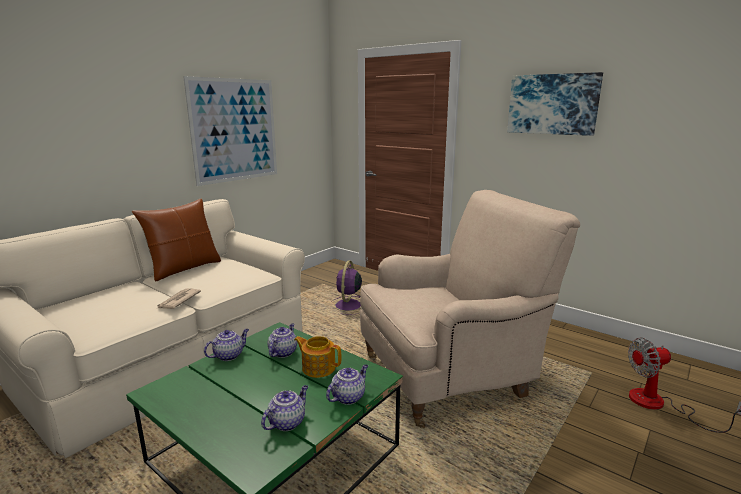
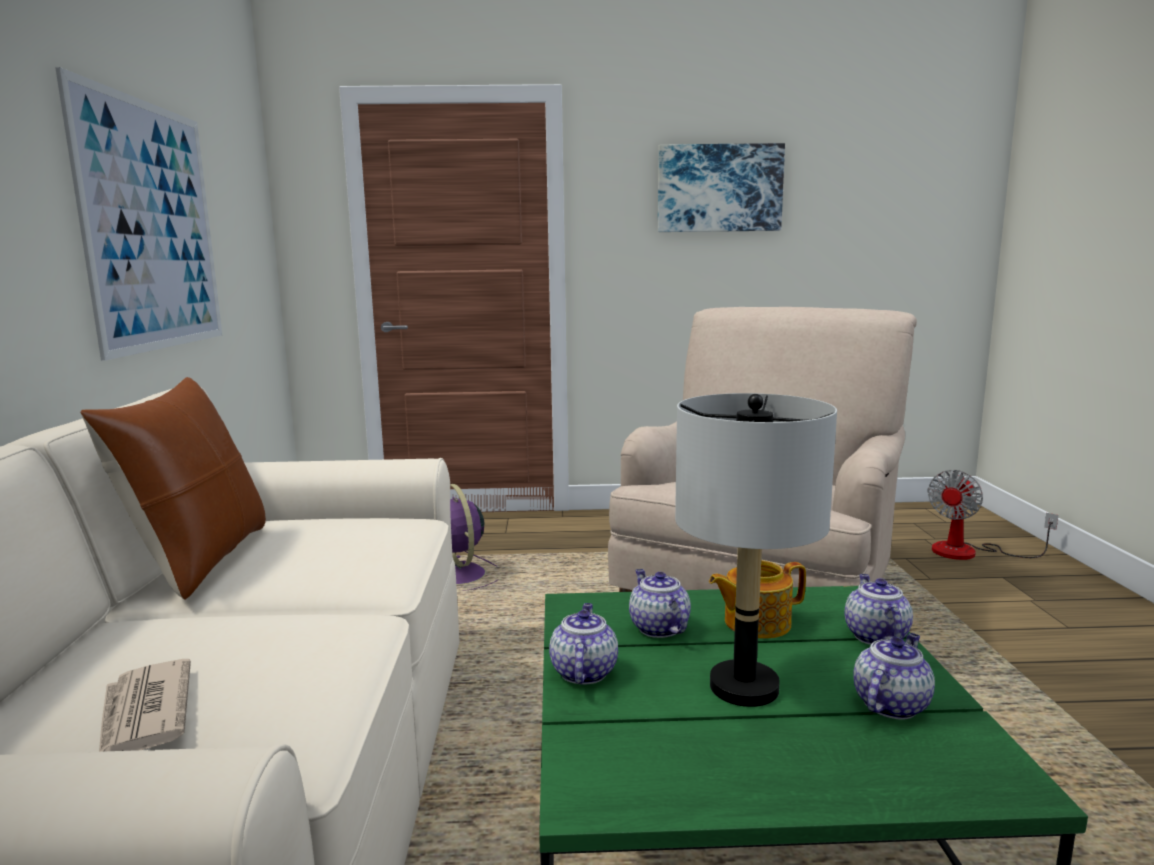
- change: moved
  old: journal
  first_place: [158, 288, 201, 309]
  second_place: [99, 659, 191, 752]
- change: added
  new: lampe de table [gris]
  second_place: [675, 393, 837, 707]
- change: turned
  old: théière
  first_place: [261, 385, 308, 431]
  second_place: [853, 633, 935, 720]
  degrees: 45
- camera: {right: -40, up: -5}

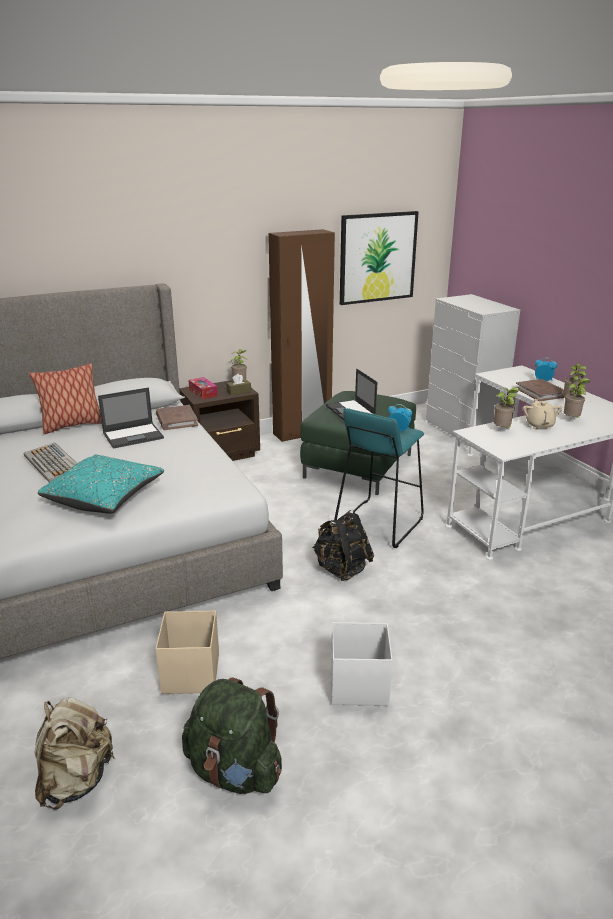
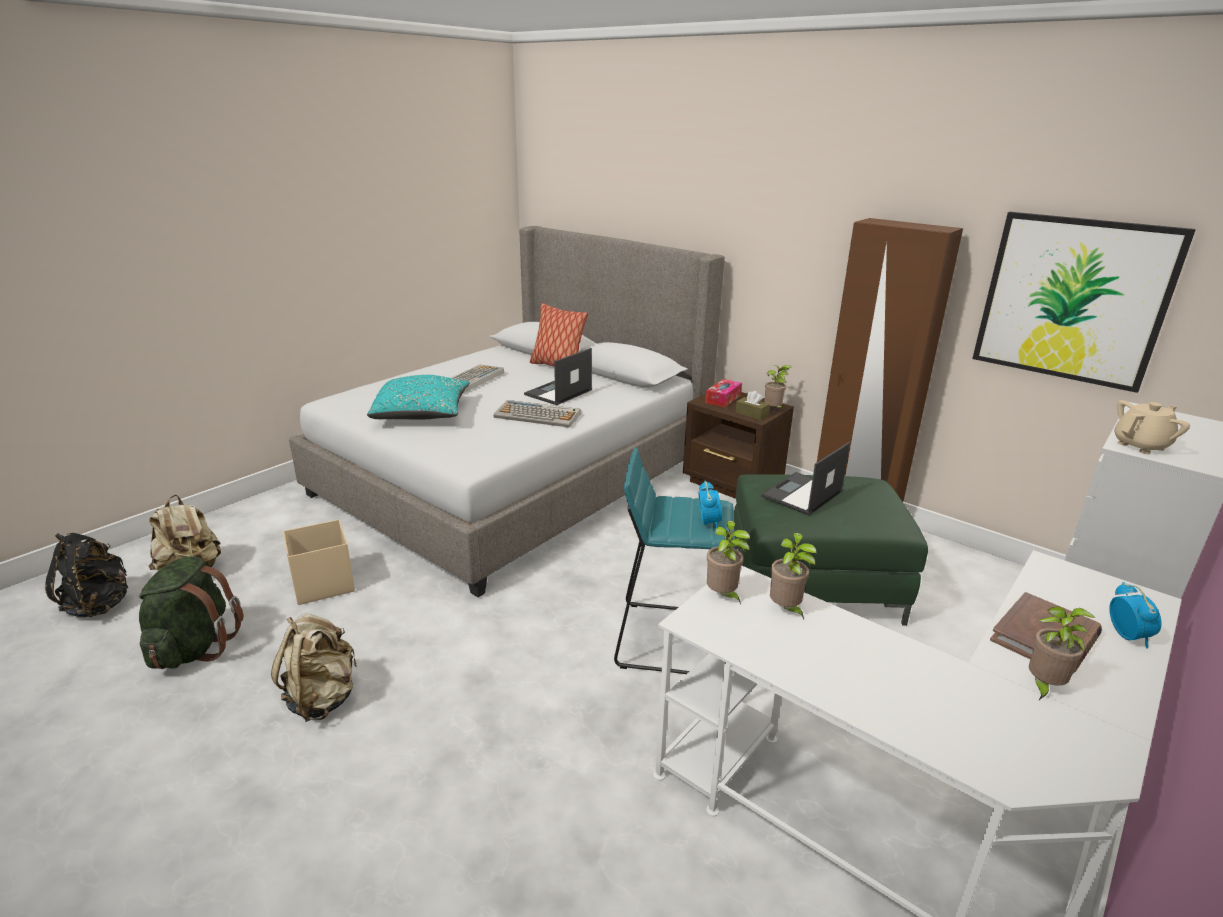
- change: moved
  old: sac à dos [noir]
  first_place: [312, 510, 374, 581]
  second_place: [45, 533, 128, 617]
- change: replaced
  old: boîte de rangement [blanc]
  new: sac à dos [beige]
  first_place: [331, 622, 392, 706]
  second_place: [271, 614, 357, 722]
- change: added
  new: clavier
  second_place: [493, 400, 581, 428]
- change: turned
  old: ordinateur portable
  first_place: [98, 387, 164, 449]
  second_place: [524, 348, 592, 405]
  degrees: 90
- change: moved
  old: plante en pot
  first_place: [564, 378, 590, 418]
  second_place: [707, 521, 750, 605]
- change: moved
  old: théière [beige]
  first_place: [523, 399, 562, 430]
  second_place: [1114, 400, 1190, 455]
- change: removed
  old: livre [marron]
  first_place: [156, 405, 198, 430]
- camera: {right: 65, up: 0}

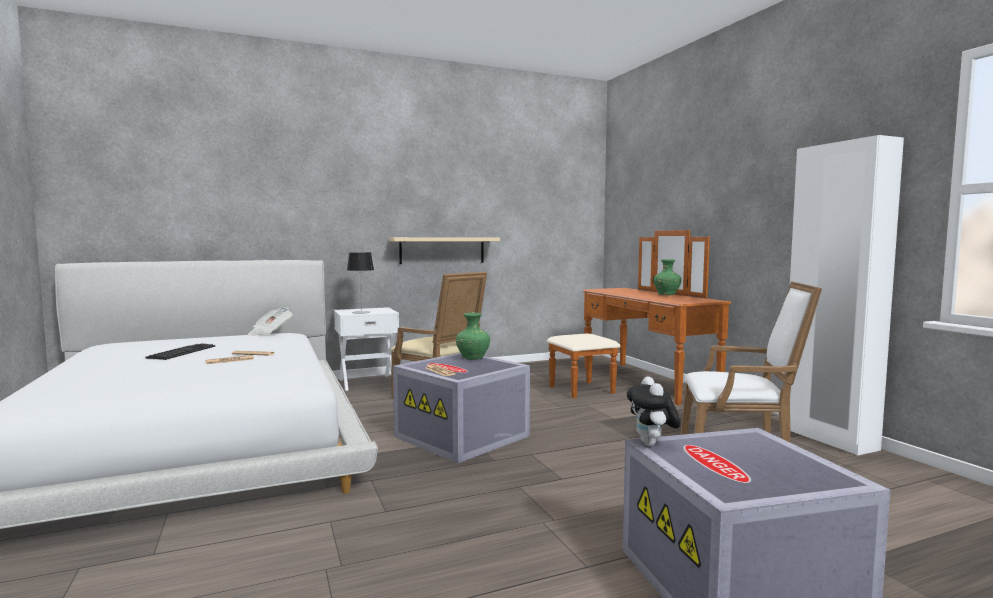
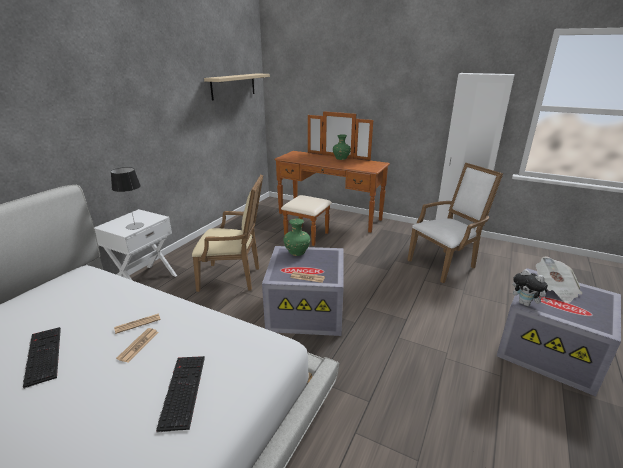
- change: added
  new: clavier
  second_place: [156, 356, 205, 433]
- change: moved
  old: étagère [beige]
  first_place: [389, 237, 500, 264]
  second_place: [204, 73, 270, 101]
- change: moved
  old: journal
  first_place: [248, 307, 293, 336]
  second_place: [536, 257, 582, 303]
- camera: {right: -40, up: 20}

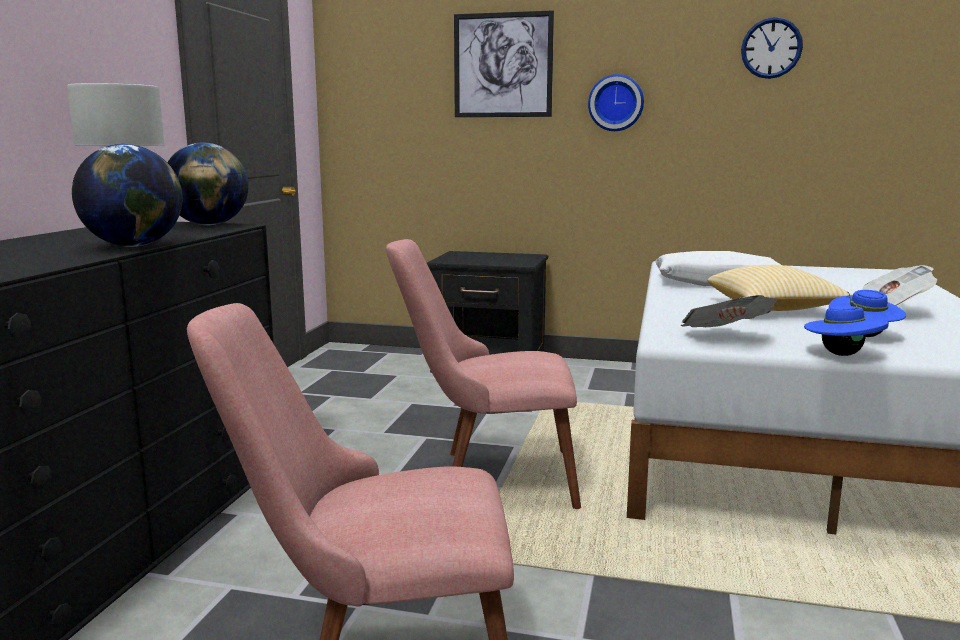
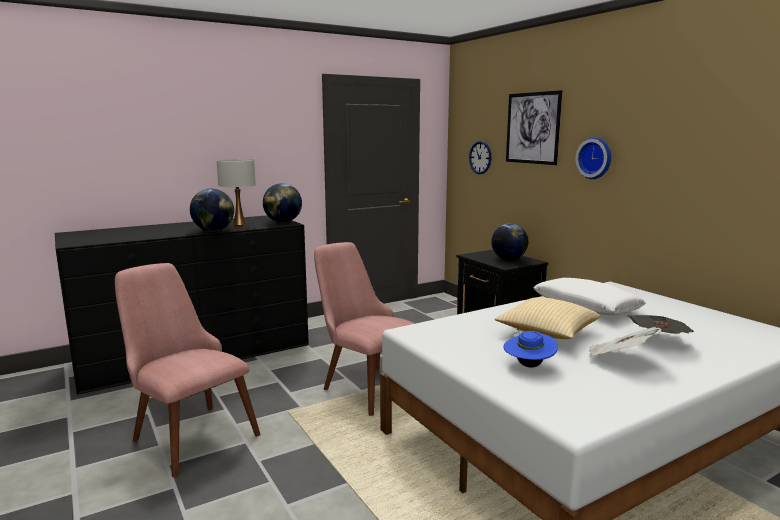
- change: moved
  old: horloge murale
  first_place: [741, 17, 803, 79]
  second_place: [469, 141, 491, 174]
- change: added
  new: globe
  second_place: [491, 223, 528, 260]
- change: moved
  old: journal
  first_place: [680, 295, 777, 327]
  second_place: [627, 315, 694, 334]
- change: removed
  old: chapeau [bleu]
  first_place: [804, 302, 889, 356]
- camera: {right: 45, up: 0}

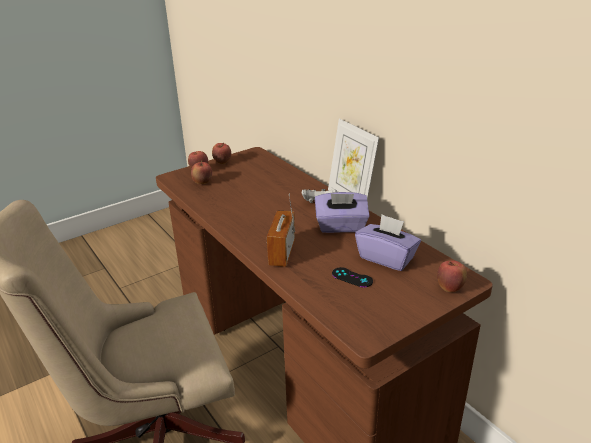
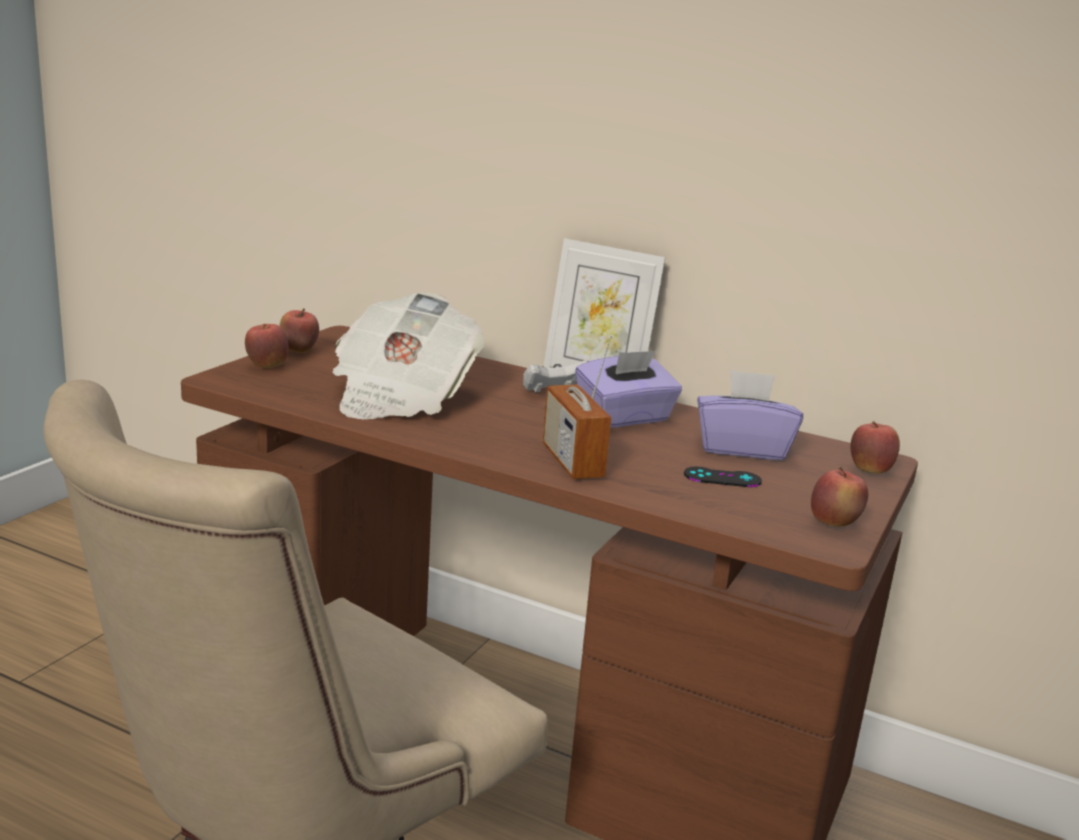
- change: added
  new: journal
  second_place: [332, 292, 485, 419]
- change: moved
  old: pomme
  first_place: [191, 161, 212, 184]
  second_place: [811, 466, 868, 527]
- camera: {right: -30, up: -10}

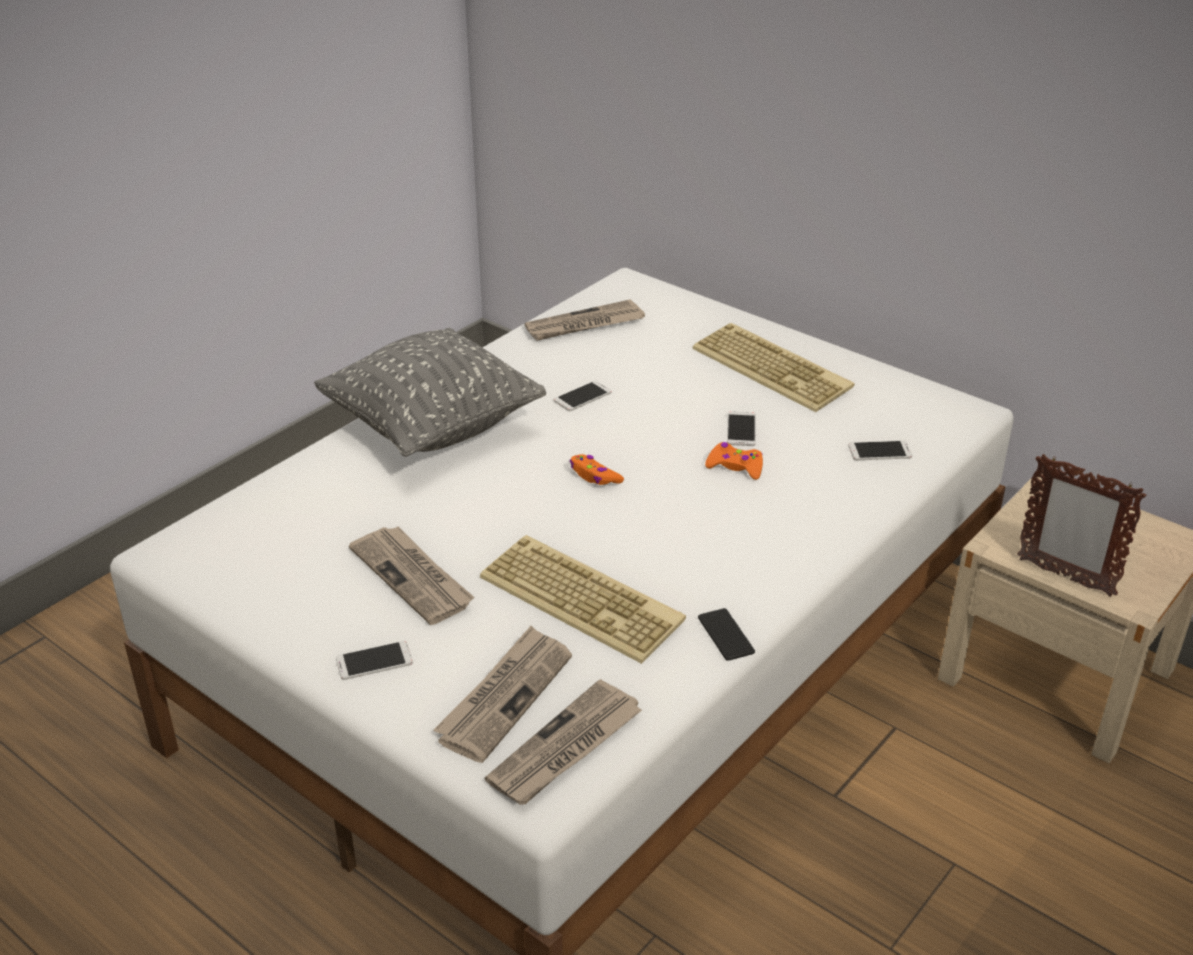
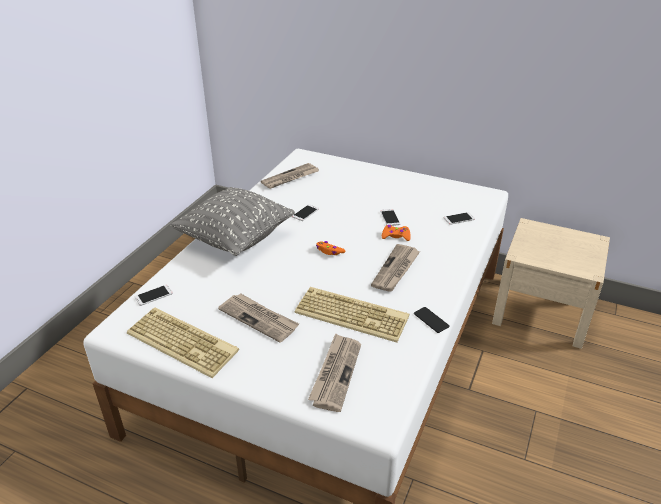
- change: moved
  old: clavier
  first_place: [692, 323, 854, 412]
  second_place: [127, 308, 239, 378]
- change: moved
  old: téléphone
  first_place: [336, 641, 413, 680]
  second_place: [135, 285, 173, 306]
- change: moved
  old: journal
  first_place: [485, 679, 642, 805]
  second_place: [371, 244, 420, 292]
- change: removed
  old: cadre photo
  first_place: [1017, 454, 1146, 597]
- camera: {right: -15, up: 0}

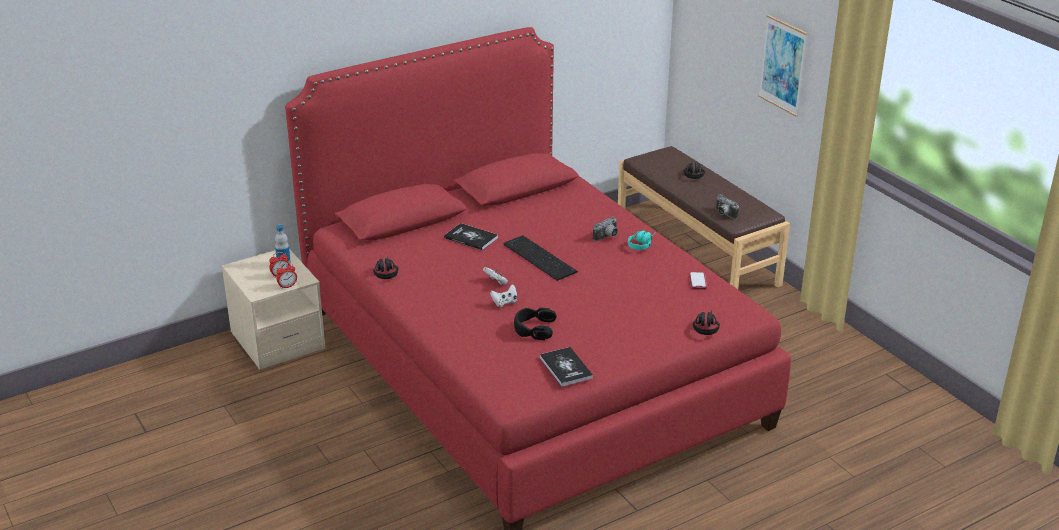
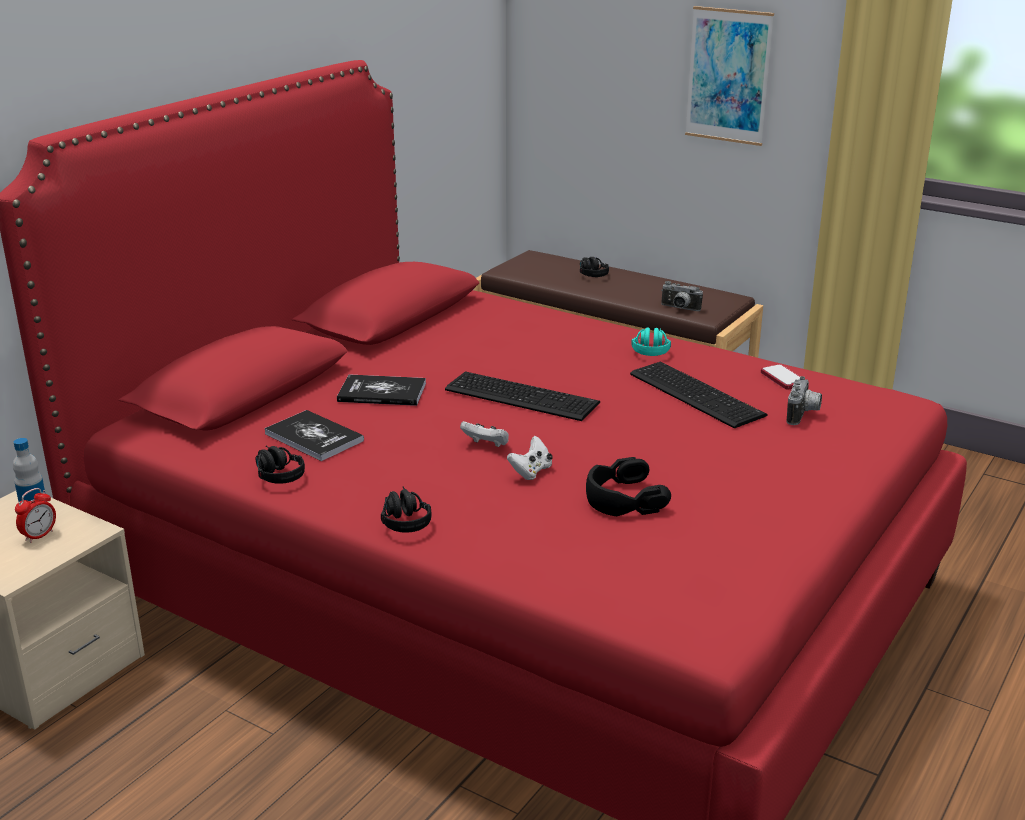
- change: moved
  old: livre
  first_place: [540, 347, 593, 386]
  second_place: [264, 410, 364, 461]
- change: moved
  old: casque audio [noir]
  first_place: [693, 310, 720, 335]
  second_place: [381, 487, 431, 533]
- change: added
  new: clavier
  second_place: [630, 362, 768, 428]
- change: moved
  old: appareil photo
  first_place: [593, 217, 618, 242]
  second_place: [787, 376, 822, 425]
- change: removed
  old: réveil
  first_place: [276, 263, 297, 289]
- camera: {right: -25, up: -5}

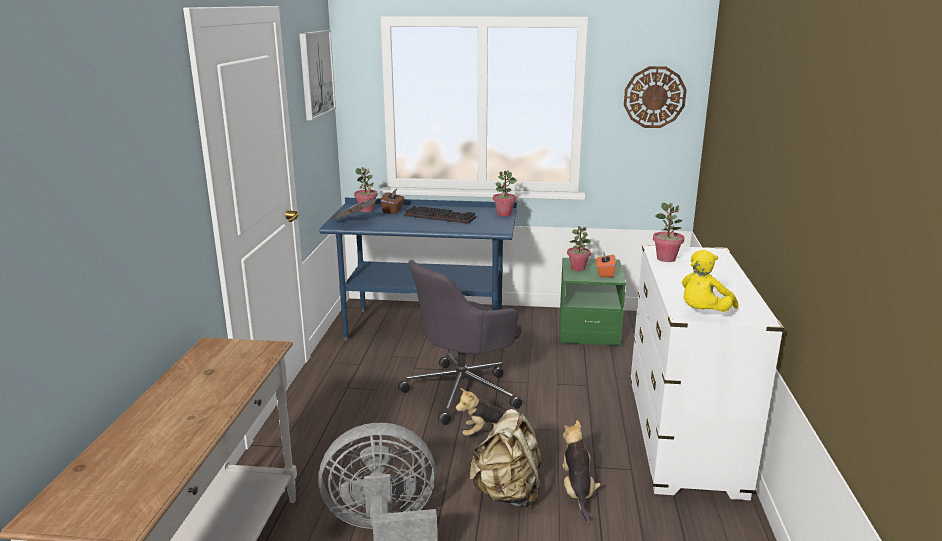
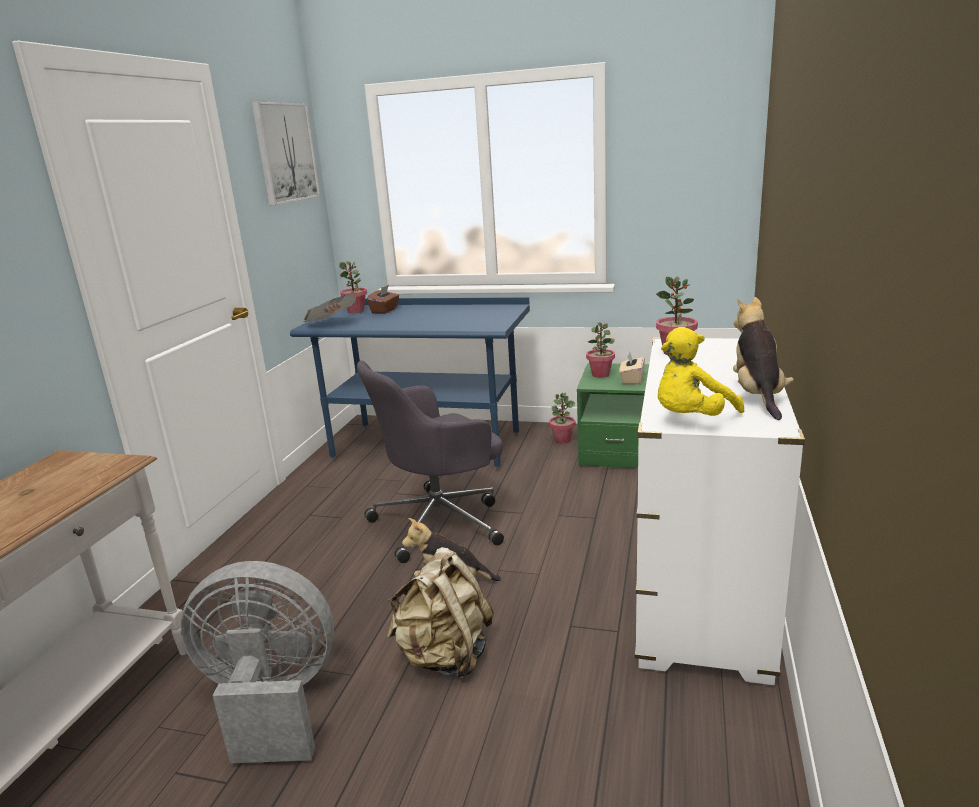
- change: moved
  old: plante en pot
  first_place: [493, 170, 517, 216]
  second_place: [549, 393, 575, 443]
- change: recoloured
  old: boîte à mouchoirs [orange]
  new: boîte à mouchoirs [beige]
  first_place: [596, 253, 616, 277]
  second_place: [619, 352, 645, 385]
- change: moved
  old: peluche
  first_place: [562, 420, 601, 522]
  second_place: [733, 297, 794, 420]
- change: removed
  old: clavier
  first_place: [404, 206, 476, 224]
- change: removed
  old: horloge murale
  first_place: [624, 66, 687, 128]
- camera: {right: 10, up: 0}

